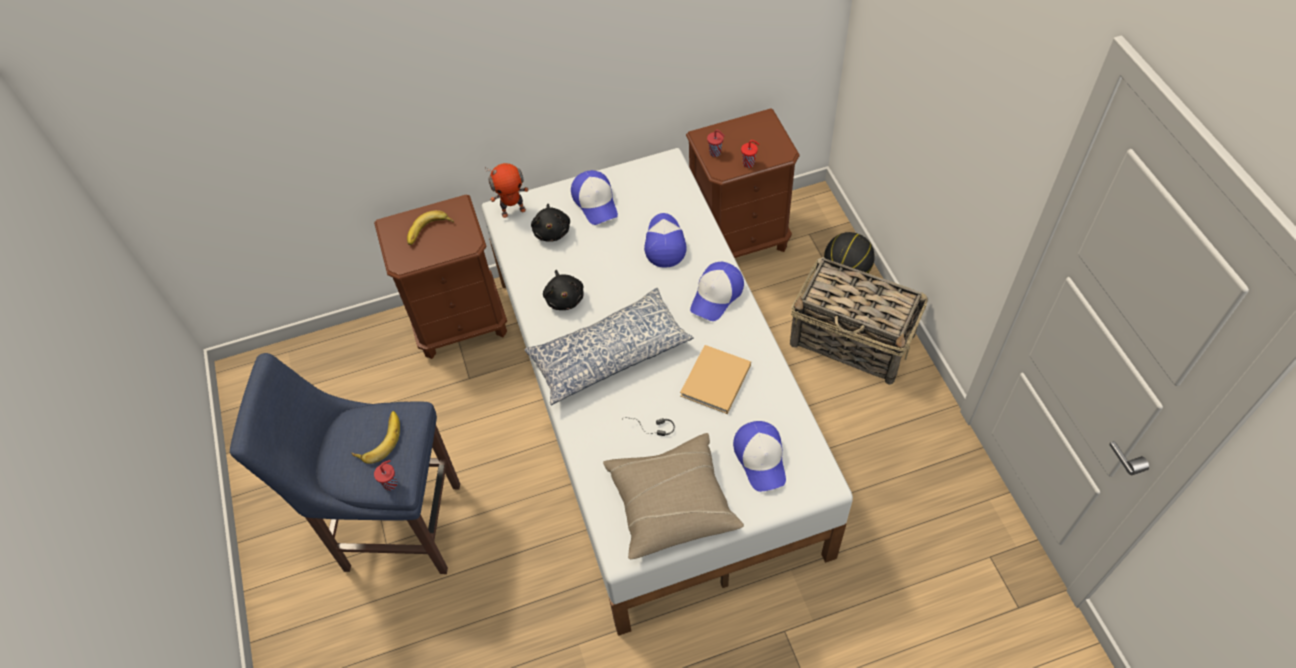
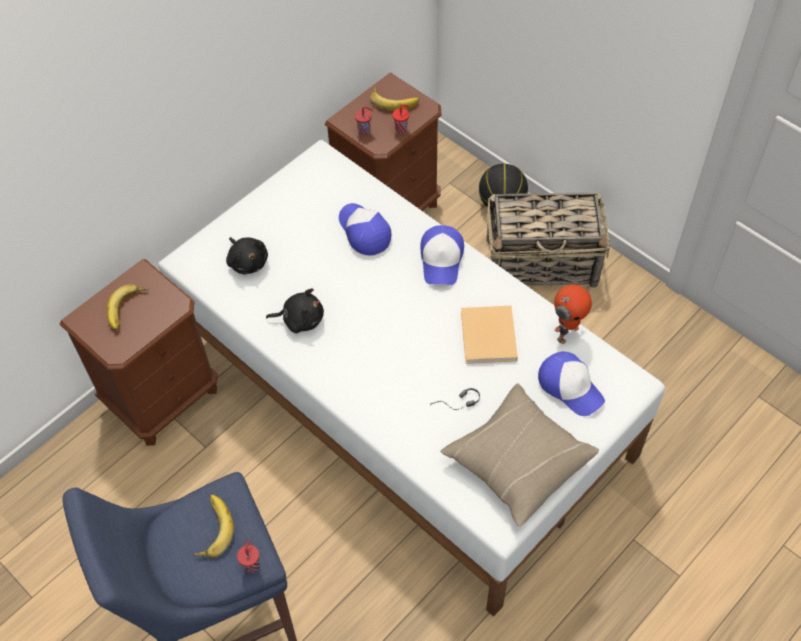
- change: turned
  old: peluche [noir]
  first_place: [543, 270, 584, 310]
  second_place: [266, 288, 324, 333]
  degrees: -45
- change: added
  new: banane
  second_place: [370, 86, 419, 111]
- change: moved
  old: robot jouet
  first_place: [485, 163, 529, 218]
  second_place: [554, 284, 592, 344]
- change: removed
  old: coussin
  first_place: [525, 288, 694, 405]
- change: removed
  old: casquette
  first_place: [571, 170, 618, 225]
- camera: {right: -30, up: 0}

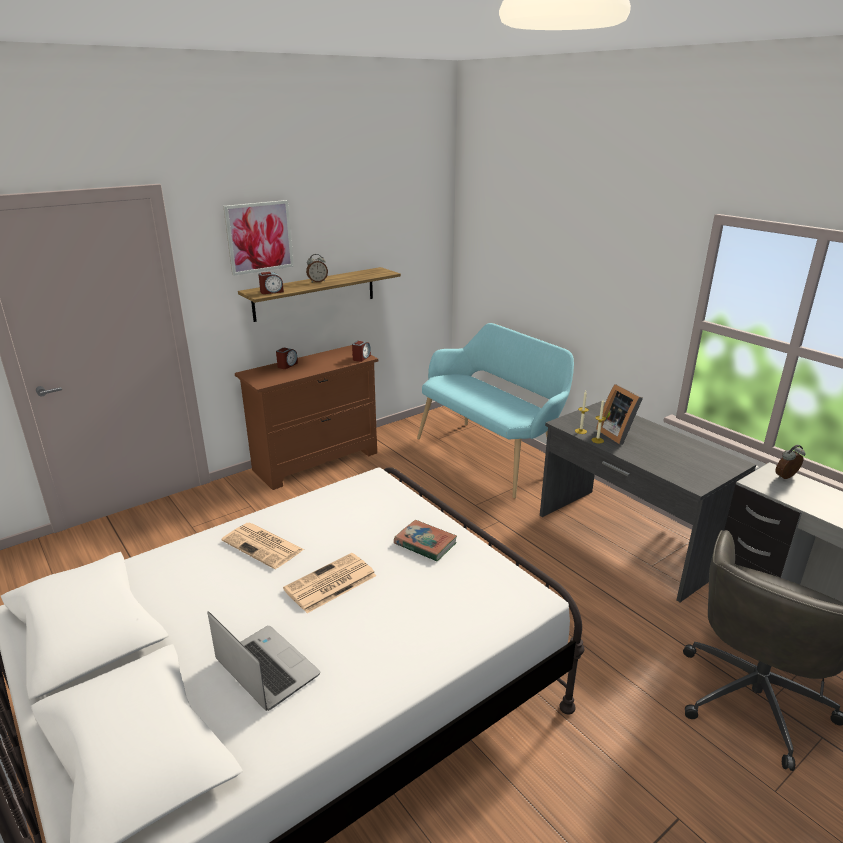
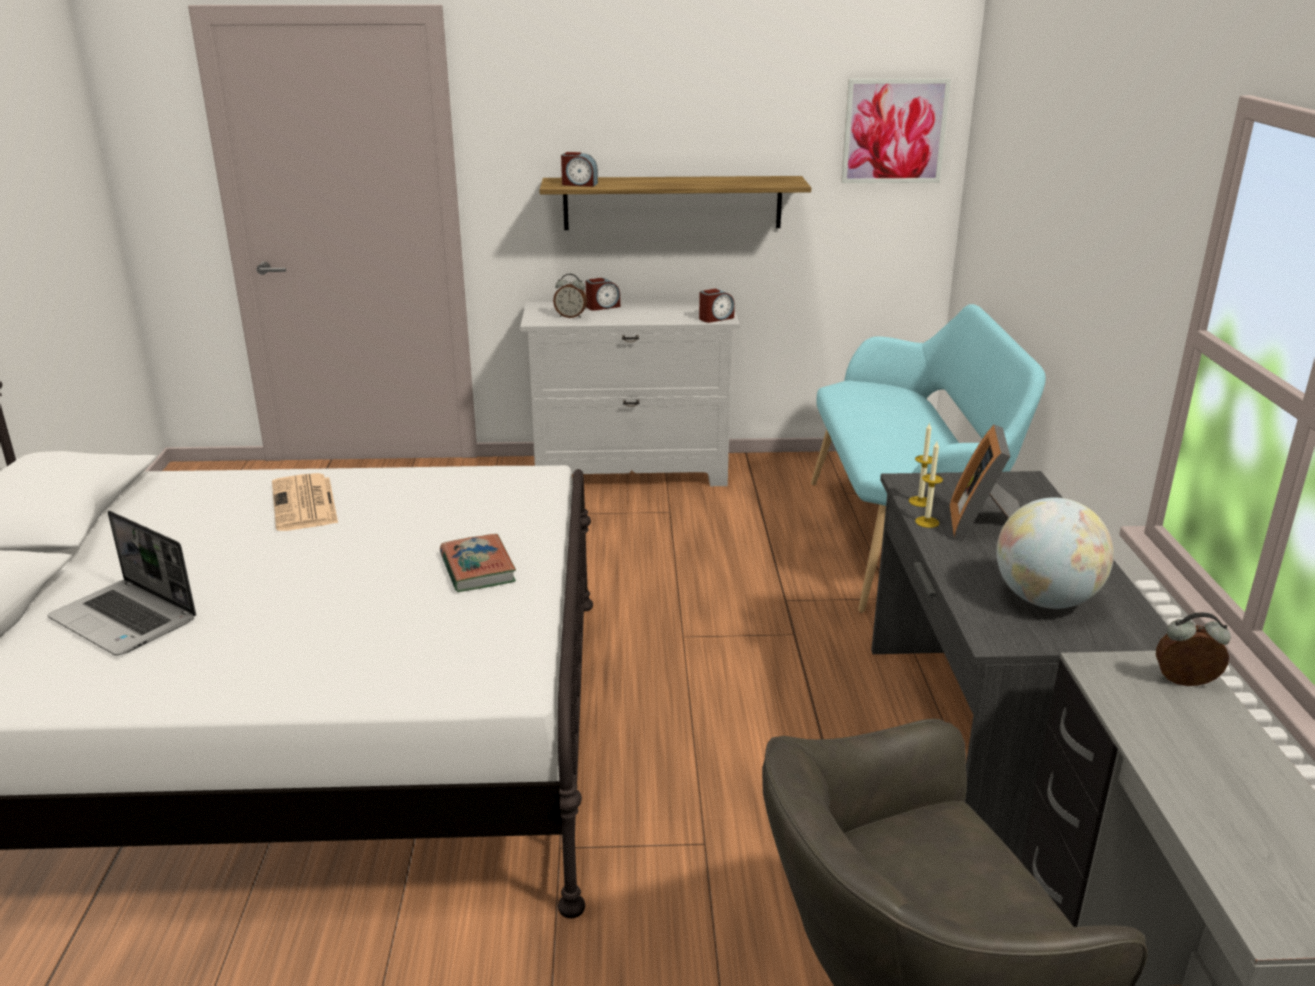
- change: turned
  old: ordinateur portable
  first_place: [207, 612, 320, 711]
  second_place: [47, 510, 196, 656]
  degrees: 135
- change: recoloured
  old: commode [marron]
  new: commode [blanc]
  first_place: [235, 345, 378, 490]
  second_place: [520, 300, 740, 486]
- change: moved
  old: réveil
  first_place: [306, 254, 328, 283]
  second_place: [553, 274, 587, 318]
- change: moved
  old: tableau
  first_place: [223, 200, 294, 276]
  second_place: [841, 78, 951, 183]
- change: added
  new: globe
  second_place: [997, 497, 1114, 609]
- change: removed
  old: journal
  first_place: [283, 553, 376, 613]
- camera: {right: 35, up: 0}

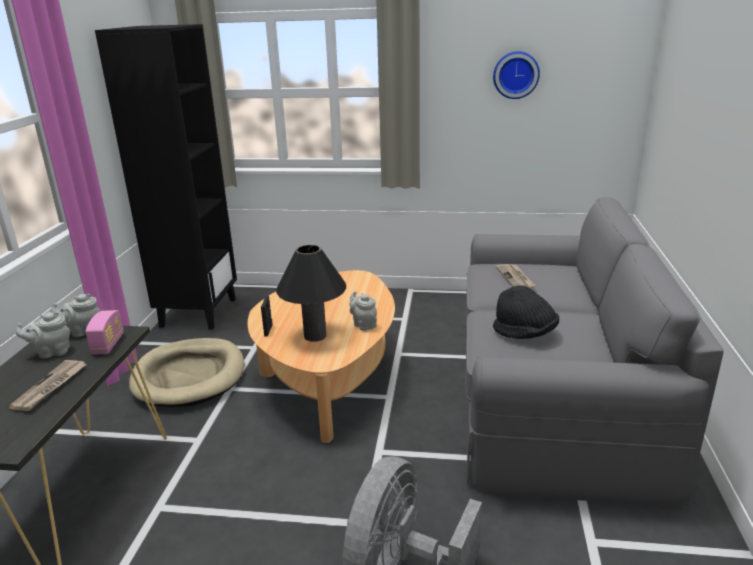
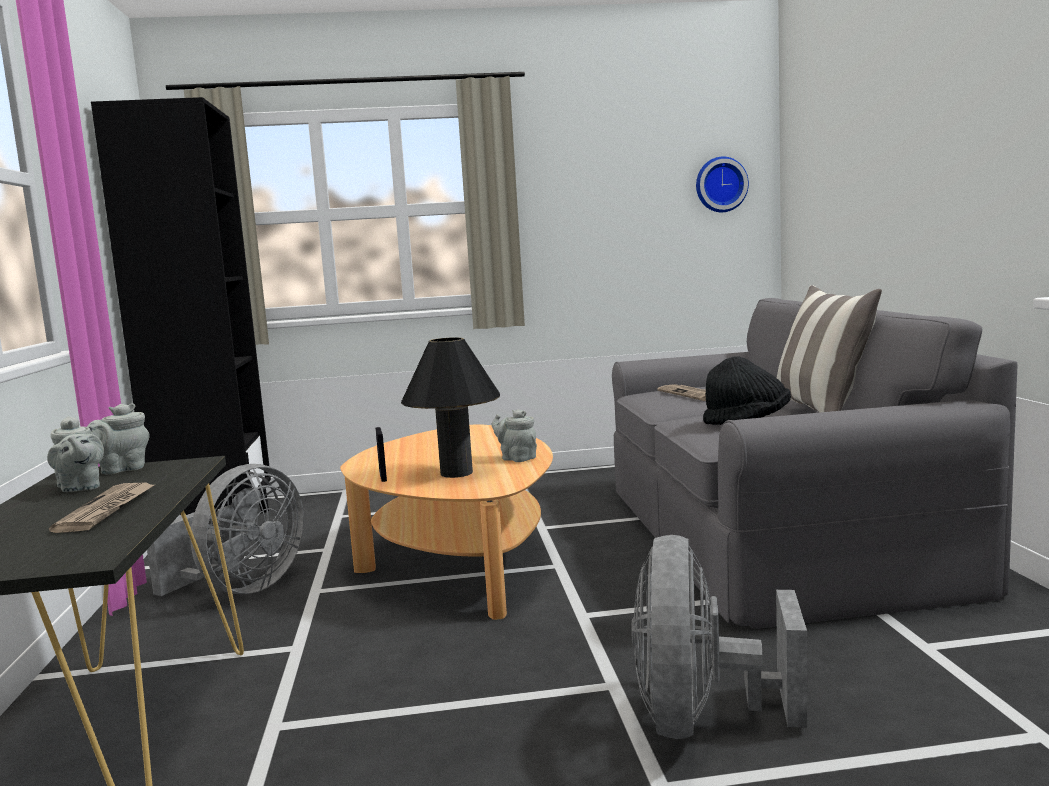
- change: turned
  old: théière [gris]
  first_place: [15, 312, 71, 359]
  second_place: [47, 416, 104, 492]
  degrees: -90
- change: replaced
  old: panier pour chien [beige]
  new: ventilateur [gris]
  first_place: [129, 338, 244, 407]
  second_place: [147, 464, 304, 596]
- change: moved
  old: horloge murale
  first_place: [493, 51, 540, 99]
  second_place: [696, 157, 749, 212]
- change: added
  new: coussin
  second_place: [777, 285, 882, 413]
- change: removed
  old: radio
  first_place: [85, 310, 124, 355]
- camera: {right: -15, up: -15}

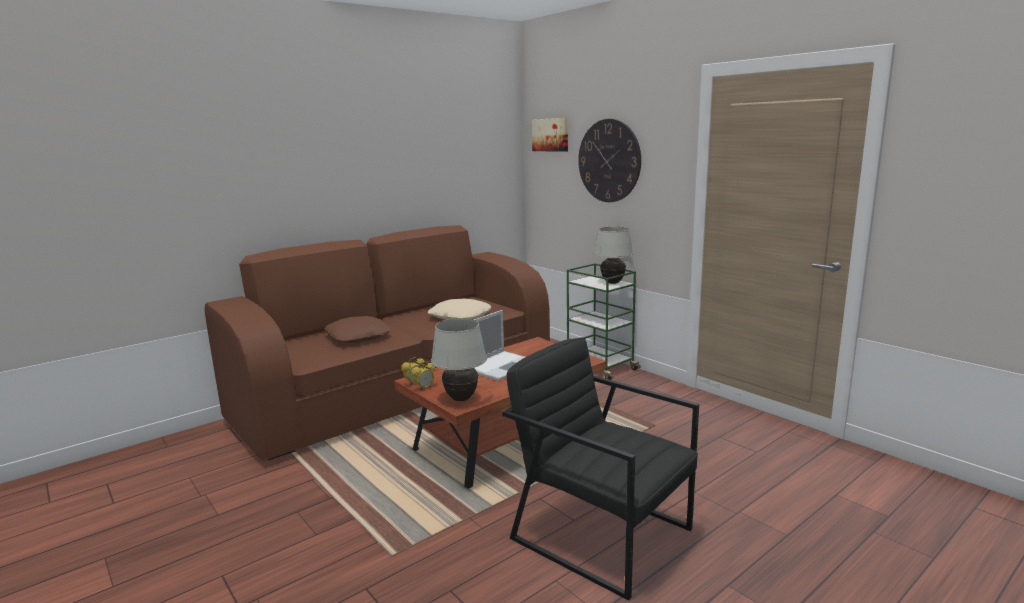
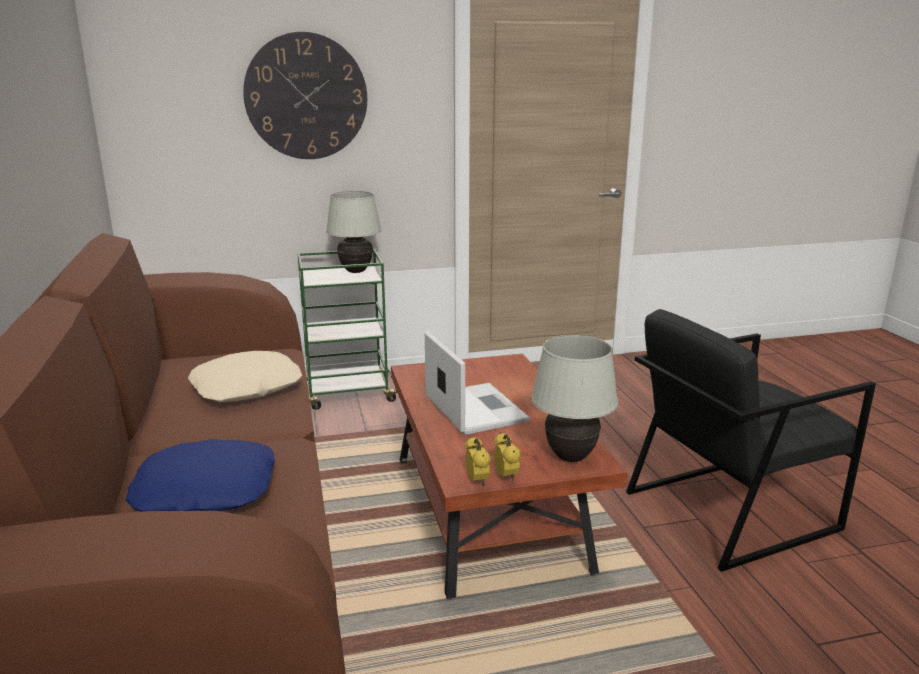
- change: recoloured
  old: coussin [marron]
  new: coussin [bleu]
  first_place: [324, 316, 391, 343]
  second_place: [126, 439, 275, 512]
- change: removed
  old: tableau
  first_place: [532, 118, 568, 152]
- camera: {right: -65, up: 5}

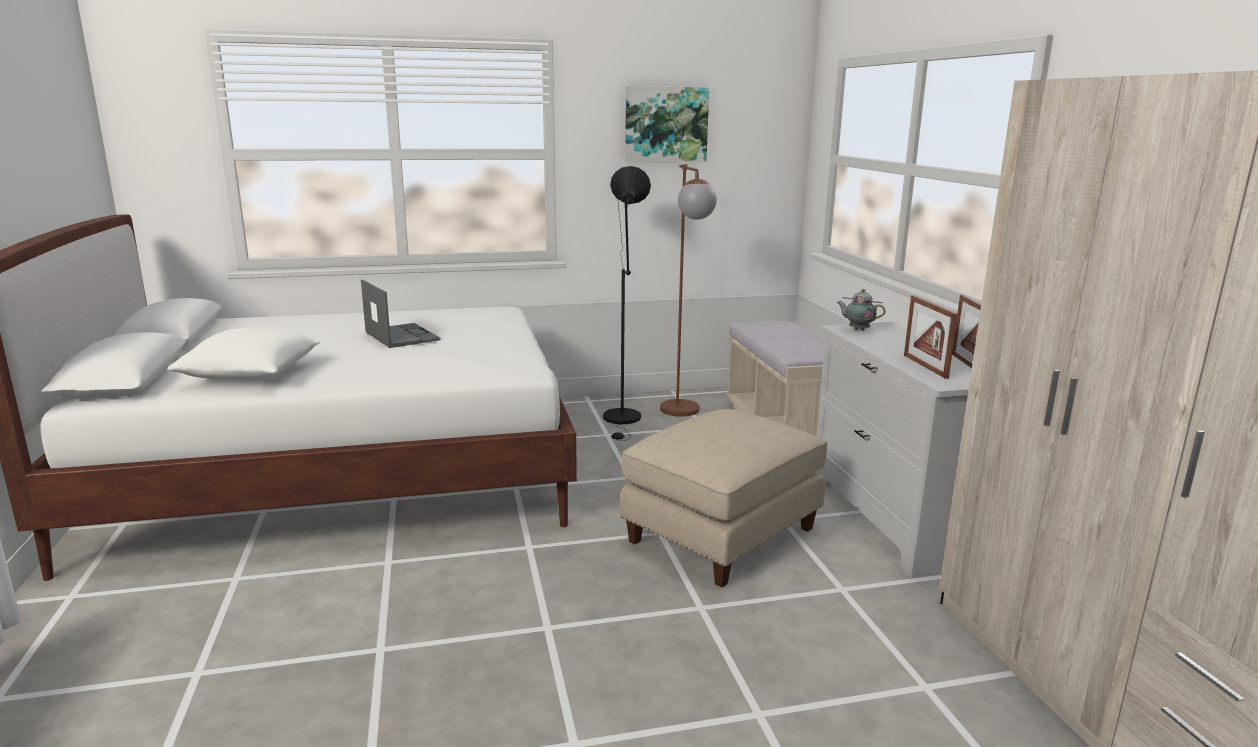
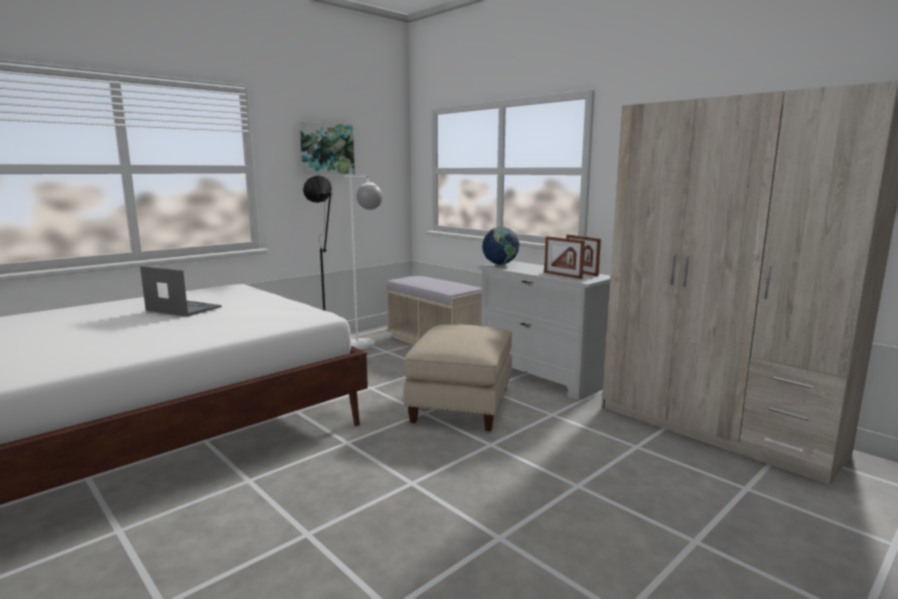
- change: recoloured
  old: lampadaire [marron]
  new: lampadaire [blanc]
  first_place: [660, 164, 717, 417]
  second_place: [344, 175, 383, 349]
- change: replaced
  old: théière
  new: globe
  first_place: [836, 289, 886, 331]
  second_place: [482, 227, 520, 265]
- change: removed
  old: coussin [blanc]
  first_place: [167, 328, 320, 380]
- camera: {right: -30, up: -5}

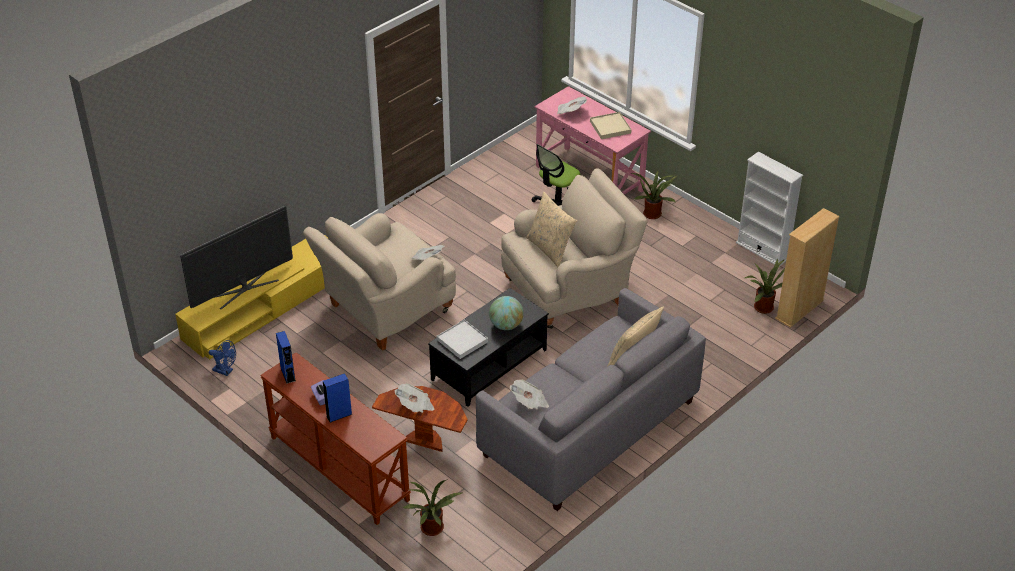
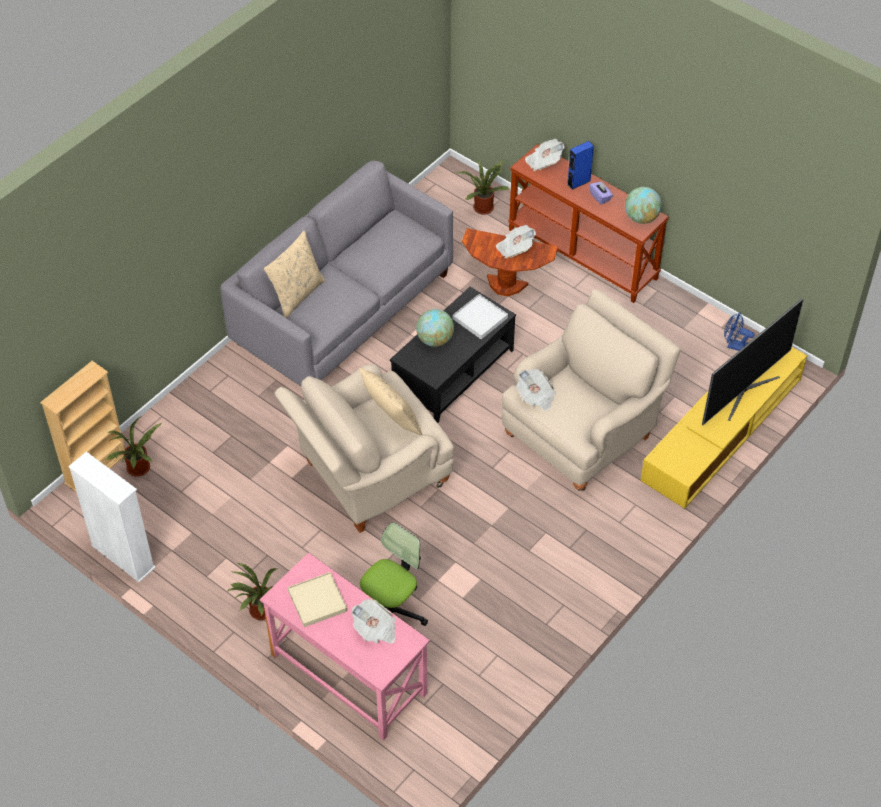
- change: moved
  old: journal
  first_place: [510, 379, 549, 410]
  second_place: [525, 139, 565, 171]
- change: replaced
  old: enceinte [bleu]
  new: globe
  first_place: [276, 331, 296, 384]
  second_place: [625, 187, 662, 224]
- camera: {right: 175, up: 10}

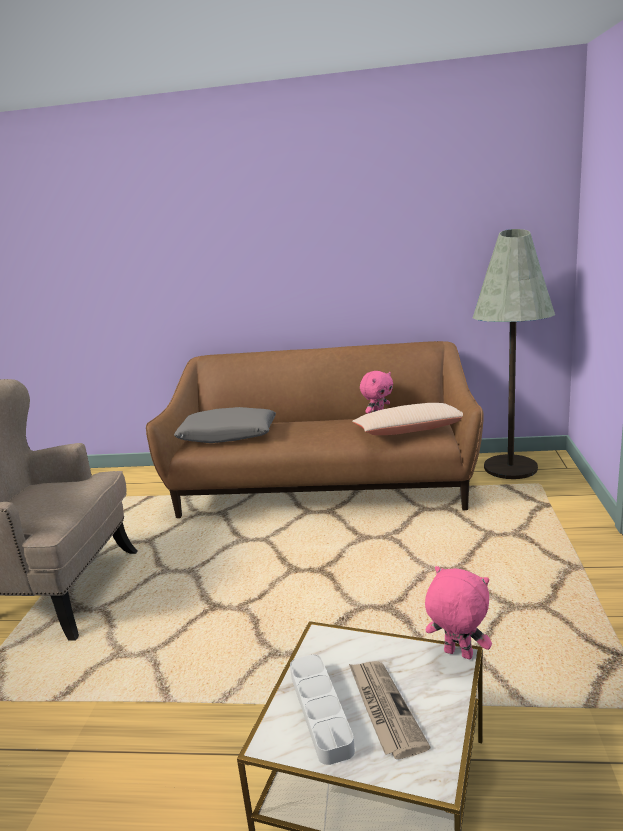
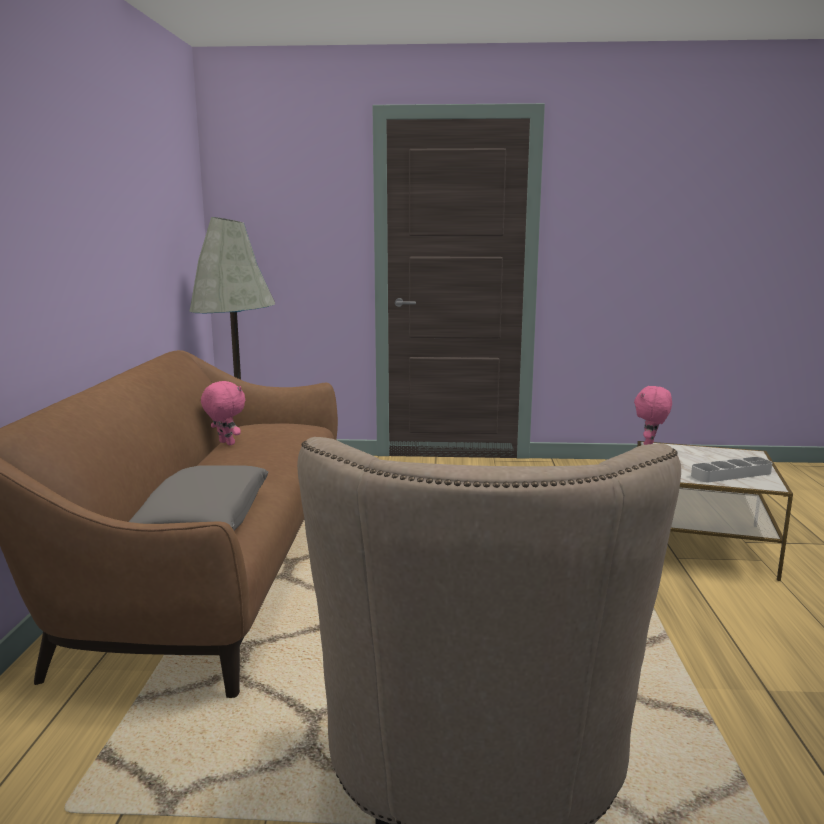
- change: removed
  old: journal
  first_place: [349, 661, 430, 759]
- change: removed
  old: coussin [beige]
  first_place: [352, 403, 463, 435]
- camera: {right: -95, up: -5}

